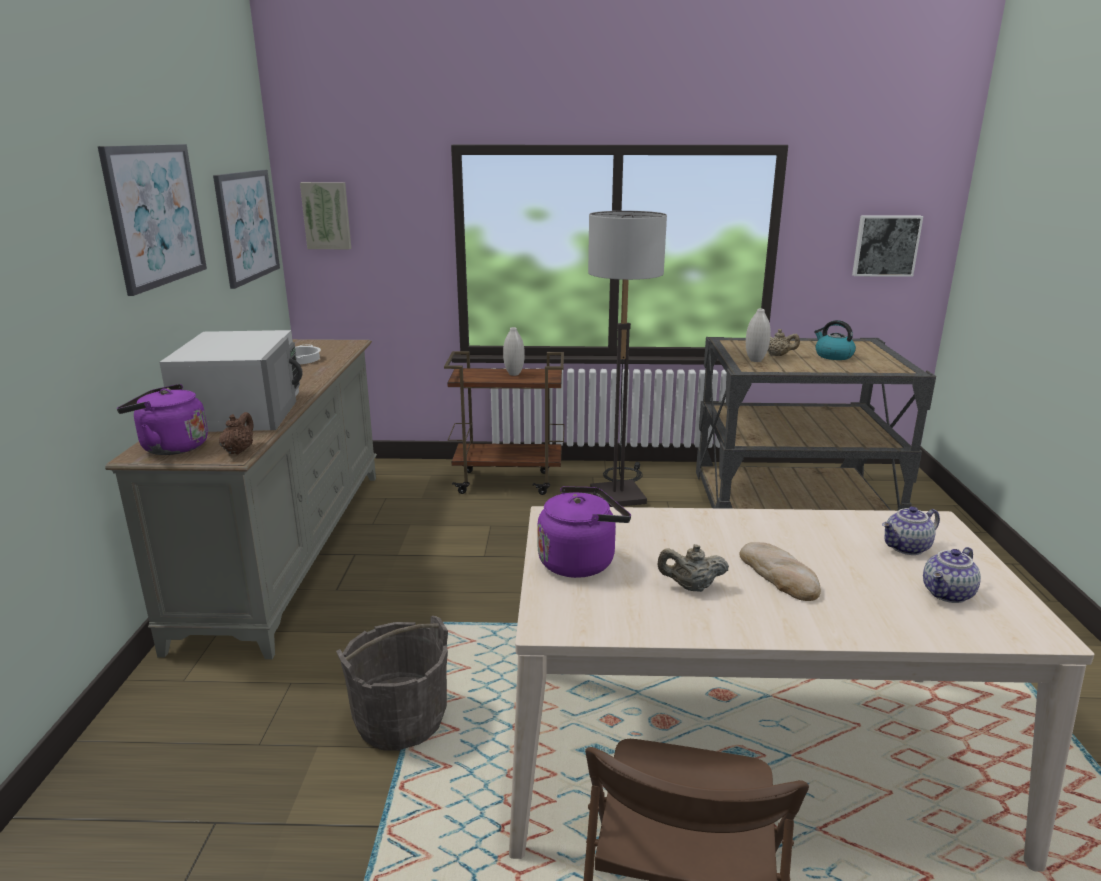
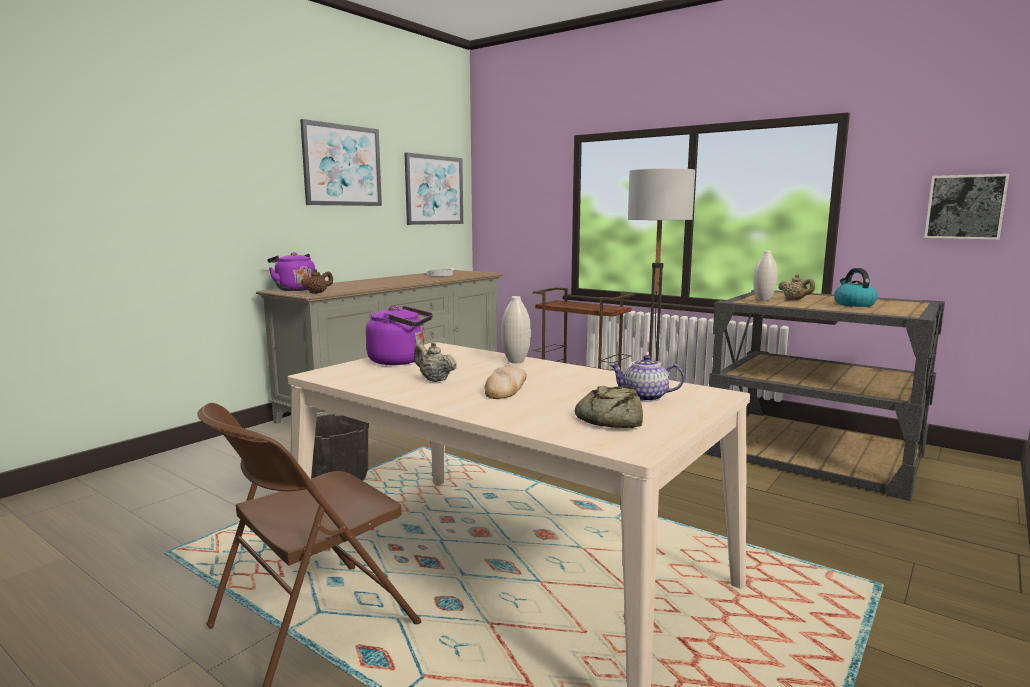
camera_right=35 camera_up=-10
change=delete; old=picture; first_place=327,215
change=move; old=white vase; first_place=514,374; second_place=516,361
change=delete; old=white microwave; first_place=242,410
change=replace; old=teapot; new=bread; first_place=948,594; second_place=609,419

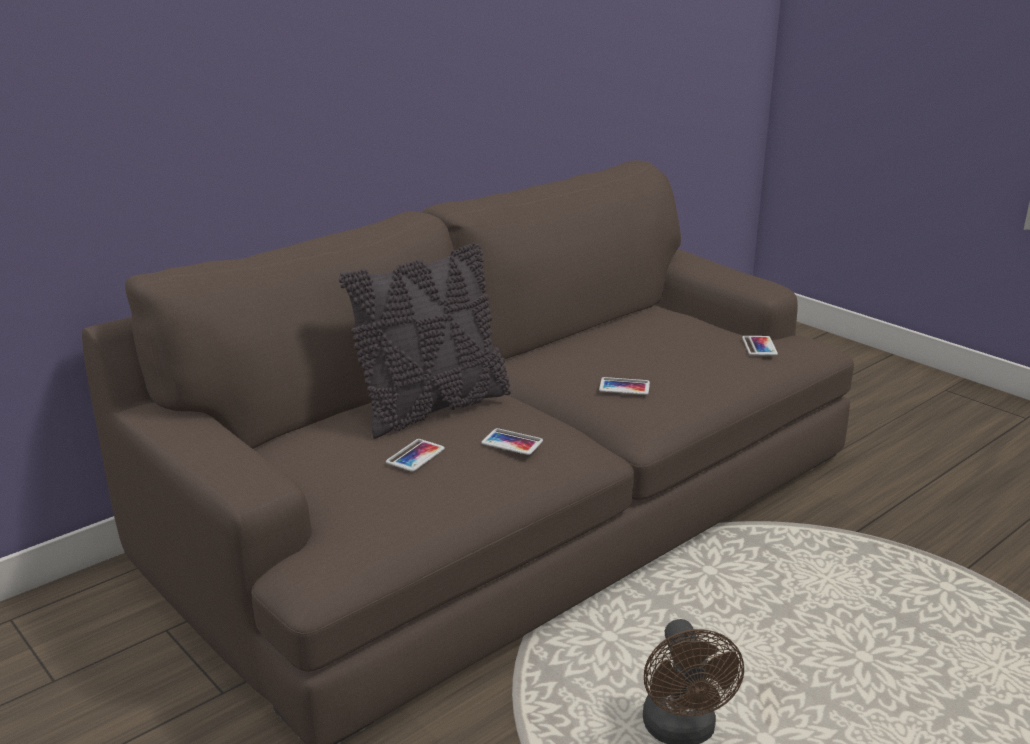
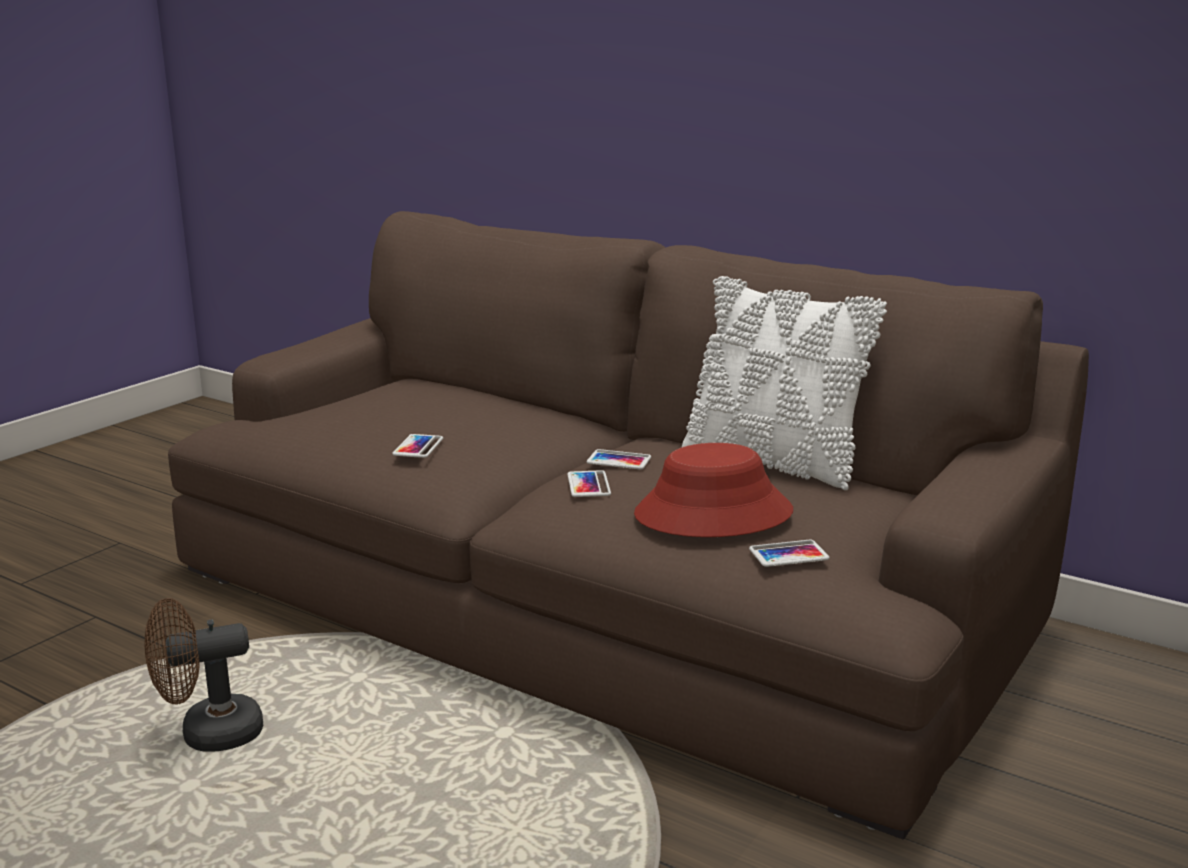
camera_right=75 camera_up=-5
change=delete; old=black pillow; first_place=432,407
change=move; old=phone; first_place=415,456; second_place=619,460
change=insert; new=white pillow; second_place=773,463
change=insert; new=red hat; second_place=713,514

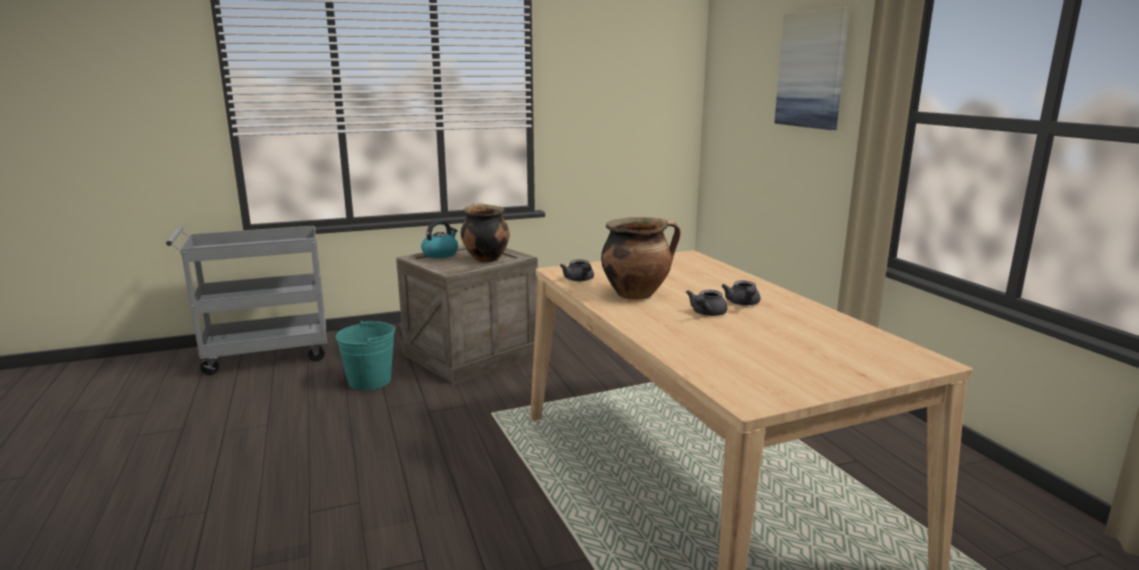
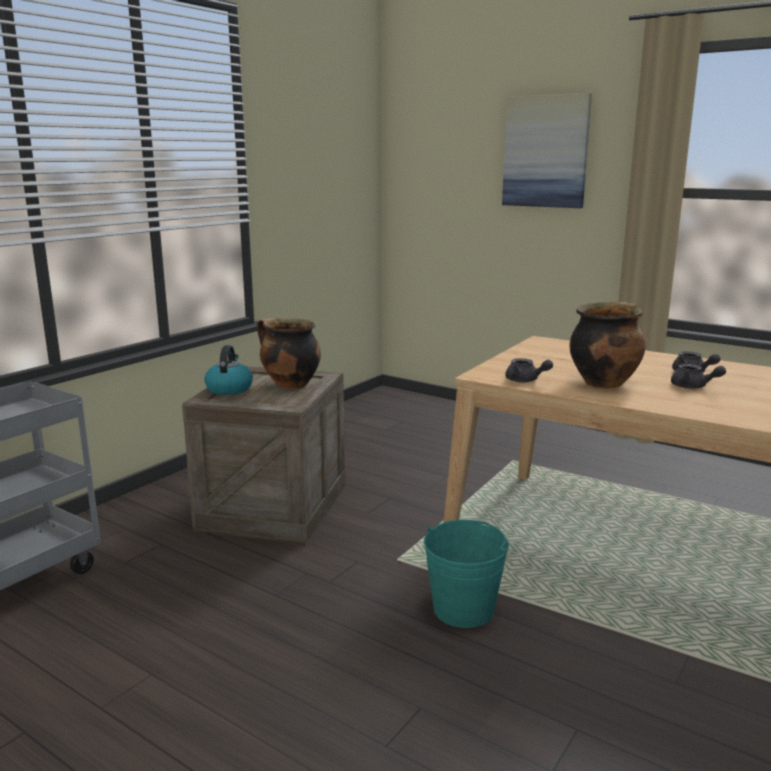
camera_right=-35 camera_up=0
change=rotate; old=grey teapot; first_place=706,314; second_place=693,387; degrees=-45
change=move; old=turquoise bucket; first_place=370,381; second_place=463,609

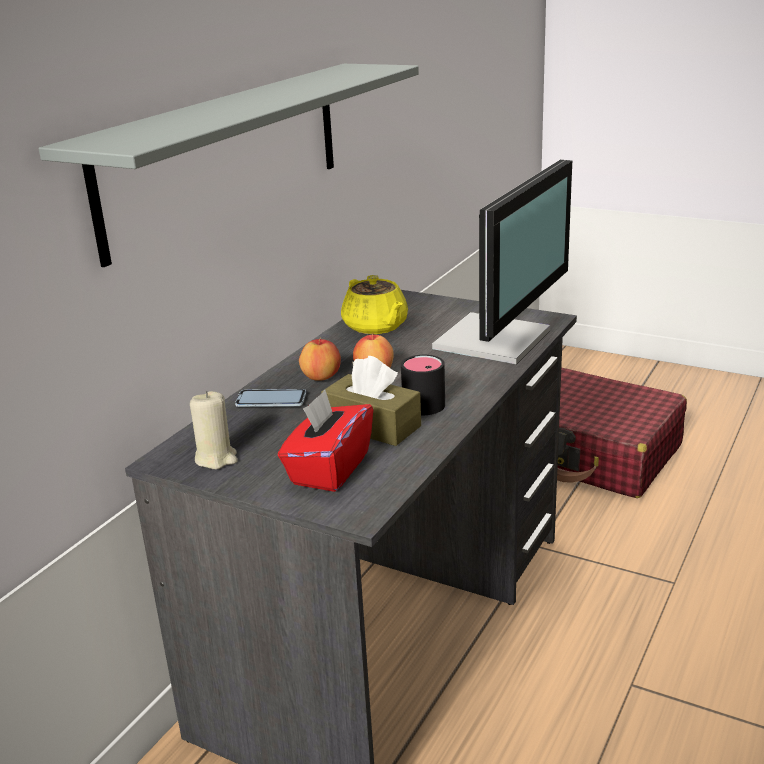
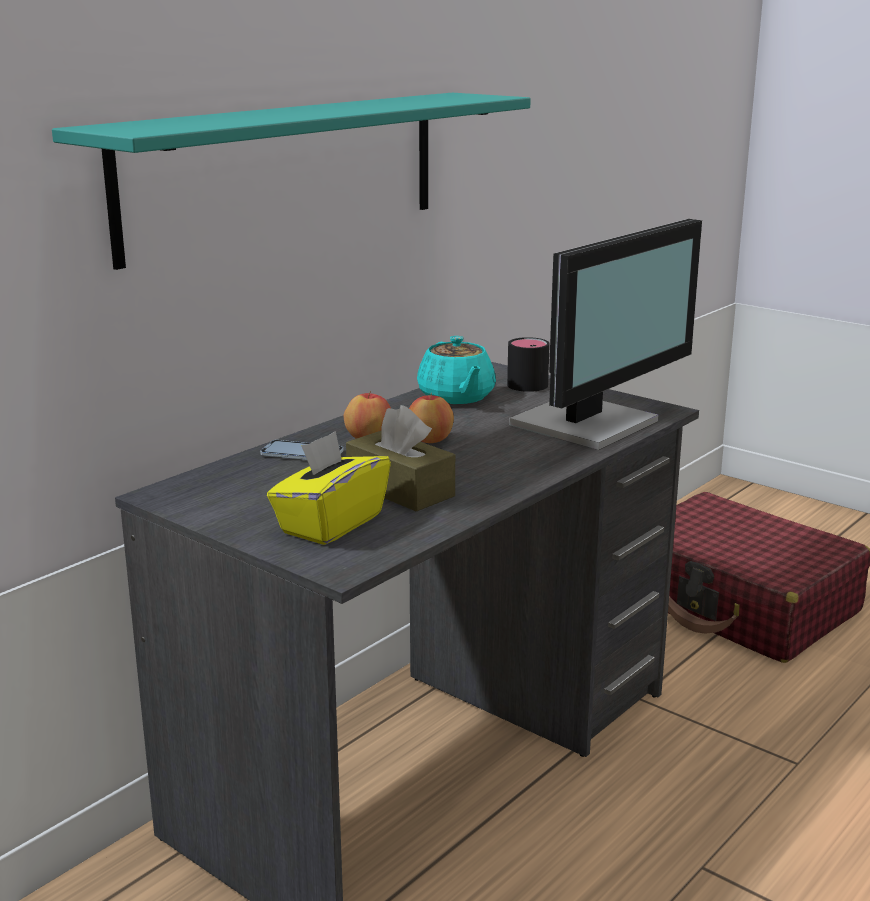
camera_right=10 camera_up=-5
change=recolor; old=grey shelf; new=turquoise shelf; first_place=227,154; second_place=286,172
change=recolor; old=yellow teapot; new=turquoise teapot; first_place=376,326; second_place=456,397
change=move; old=black mug; first_place=421,400; second_place=526,382
change=recolor; old=red tissue box; new=yellow tissue box; first_place=329,469; second_place=330,524
change=delete; old=beige candle; first_place=216,458

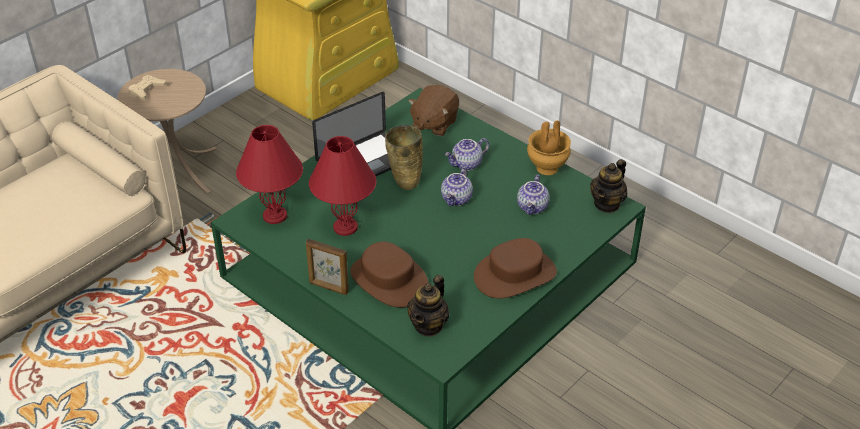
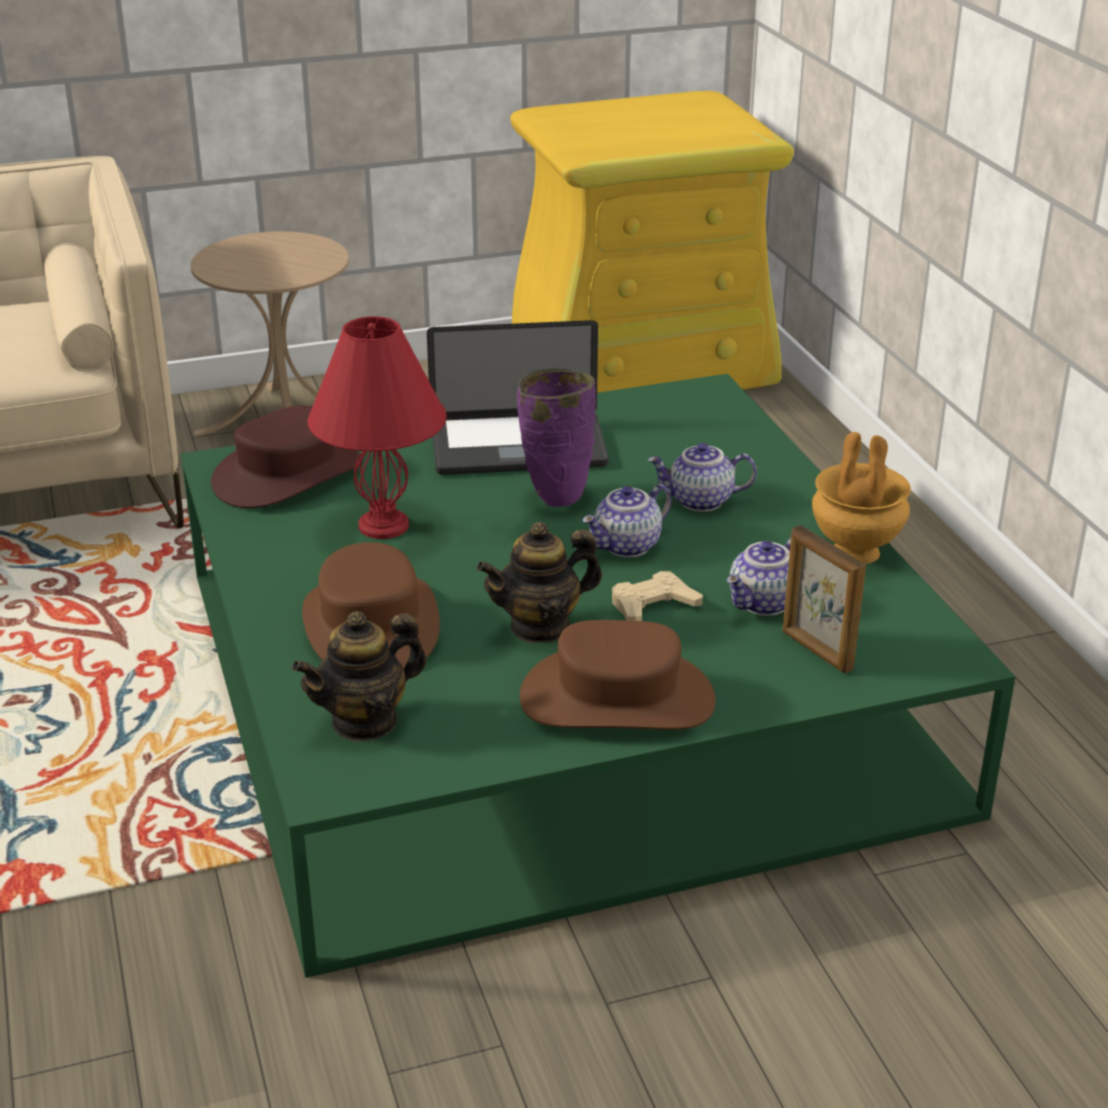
camera_right=30 camera_up=-10
change=move; old=beige game controller; first_place=147,90; second_place=653,605
change=delete; old=brown plush toy; first_place=434,124
change=replace; old=red table lamp; new=brown hat; first_place=275,215; second_place=288,474
change=recolor; old=beige vase; new=purple vase; first_place=405,183; second_place=557,495
change=move; old=teapot; first_place=607,204; second_place=540,626
change=move; old=picture frame; first_place=328,287; second_place=816,651

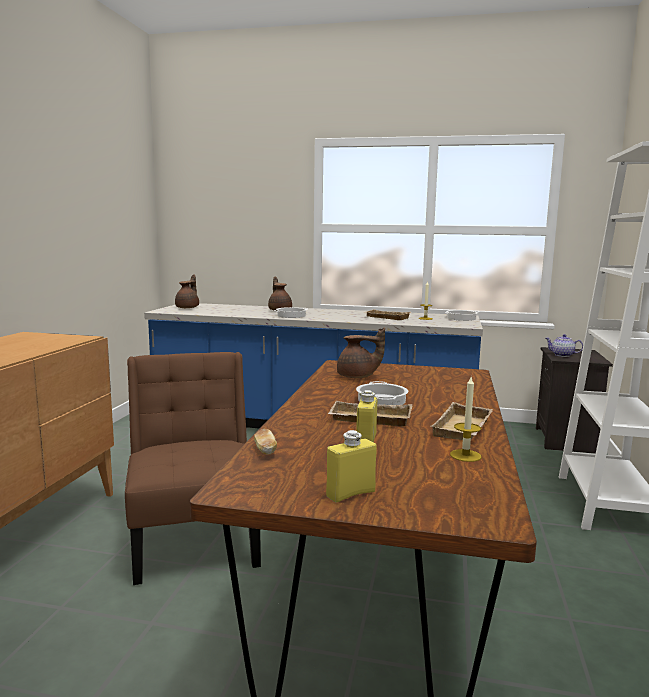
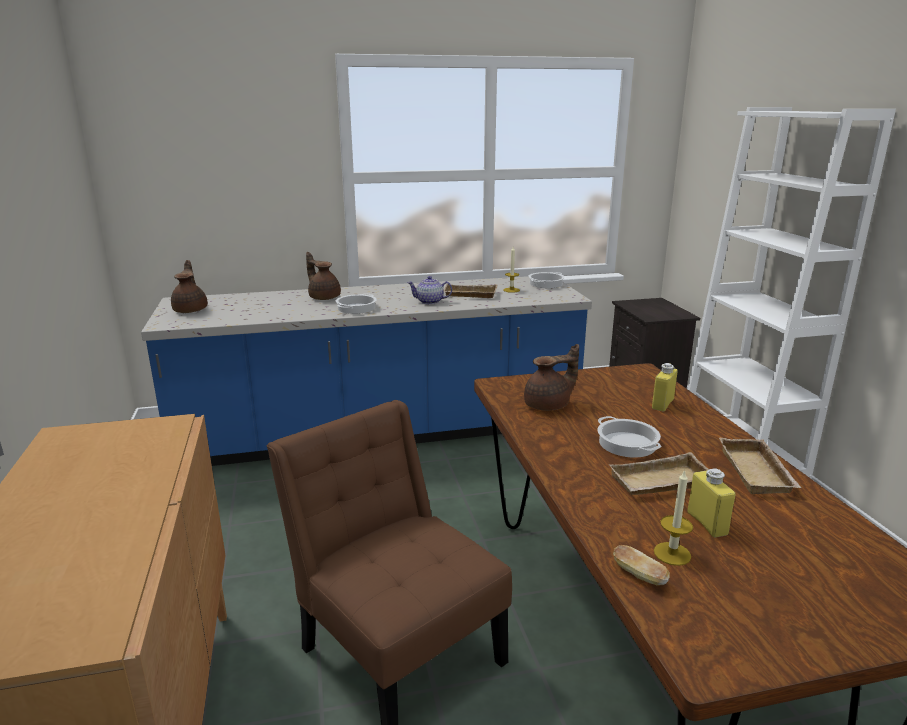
camera_right=-25 camera_up=10
change=move; old=teapot; first_place=562,355; second_place=430,302
change=move; old=candle; first_place=465,455; second_place=672,554
change=move; old=yellow bottle; first_place=350,494; second_place=662,404

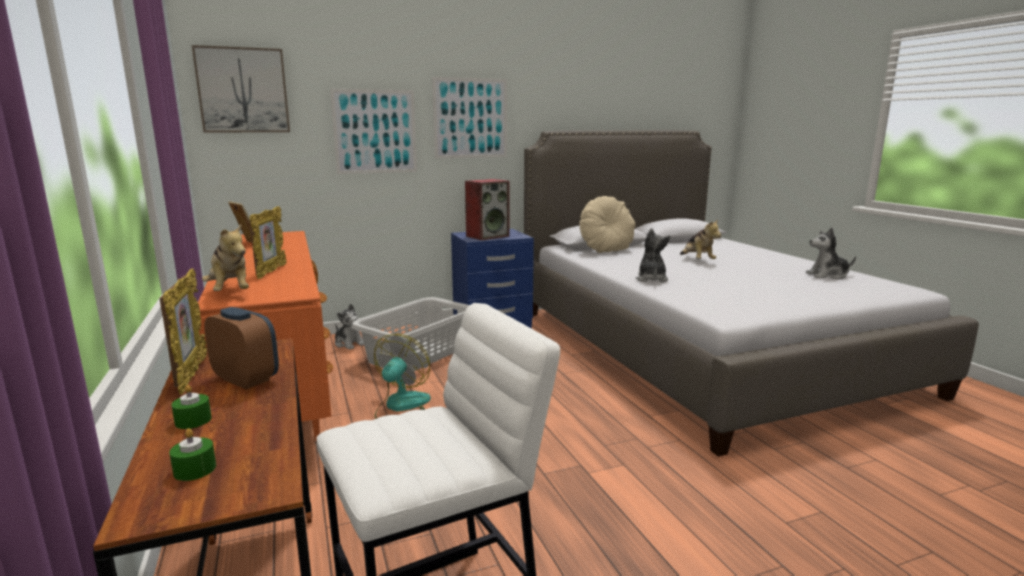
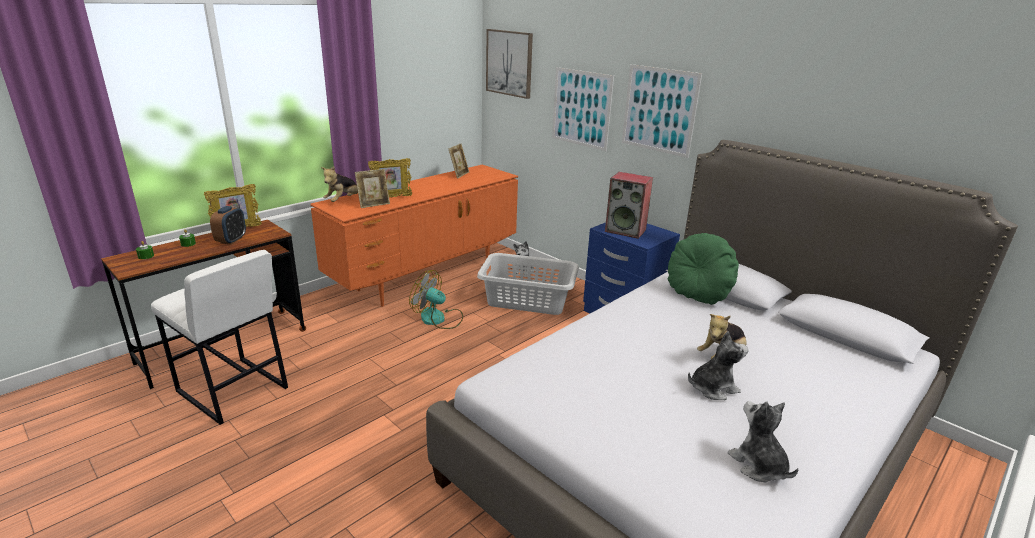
camera_right=65 camera_up=10
change=recolor; old=beige pillow; new=green pillow; first_place=606,251; second_place=697,296
change=move; old=plush toy; first_place=651,279; second_place=712,388
change=rotate; old=fan; first_place=402,407; second_place=438,319; degrees=-150
change=insert; new=picture frame; second_place=373,204

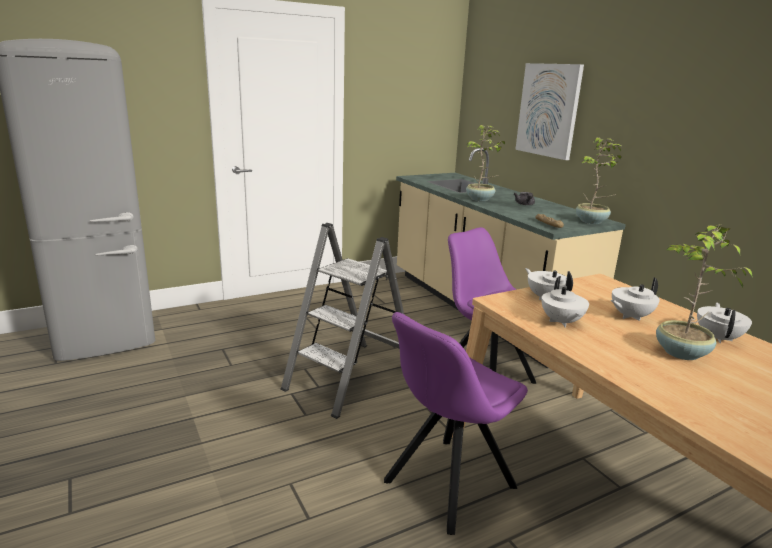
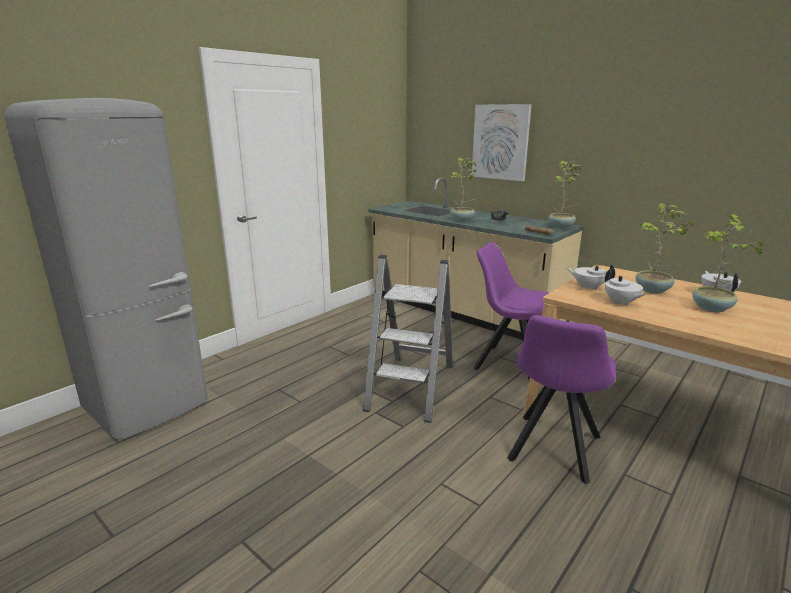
camera_right=-20 camera_up=0
change=replace; old=white teapot; new=potted plant; first_place=630,316; second_place=653,290

